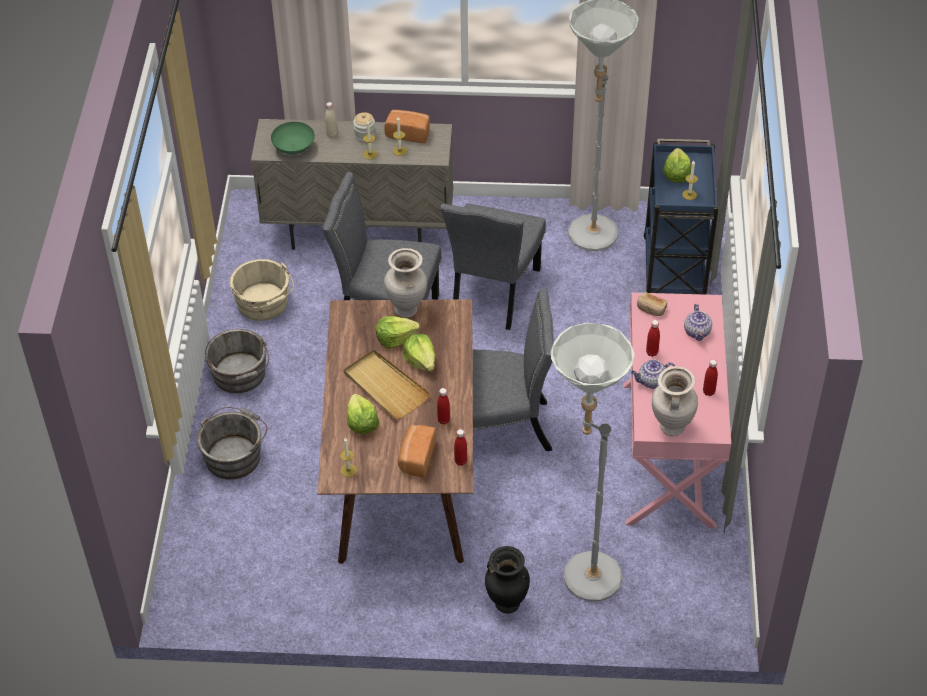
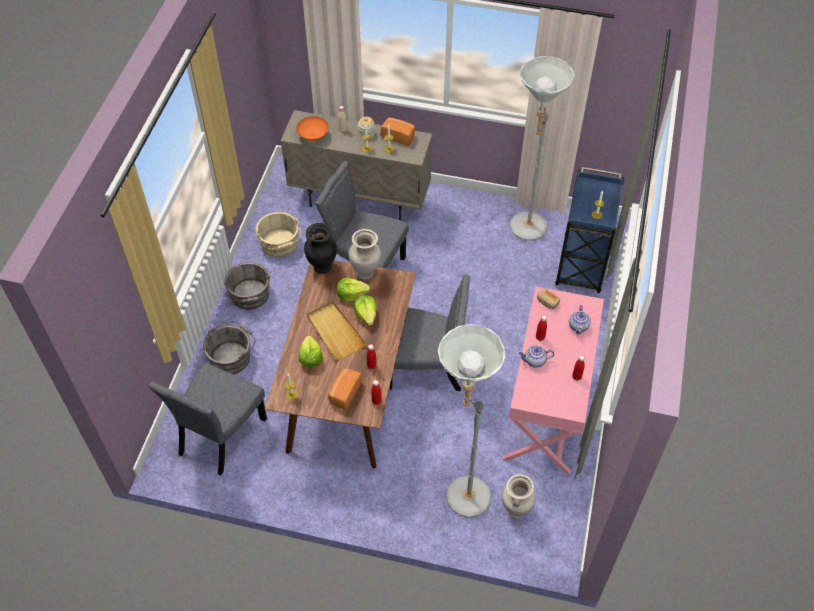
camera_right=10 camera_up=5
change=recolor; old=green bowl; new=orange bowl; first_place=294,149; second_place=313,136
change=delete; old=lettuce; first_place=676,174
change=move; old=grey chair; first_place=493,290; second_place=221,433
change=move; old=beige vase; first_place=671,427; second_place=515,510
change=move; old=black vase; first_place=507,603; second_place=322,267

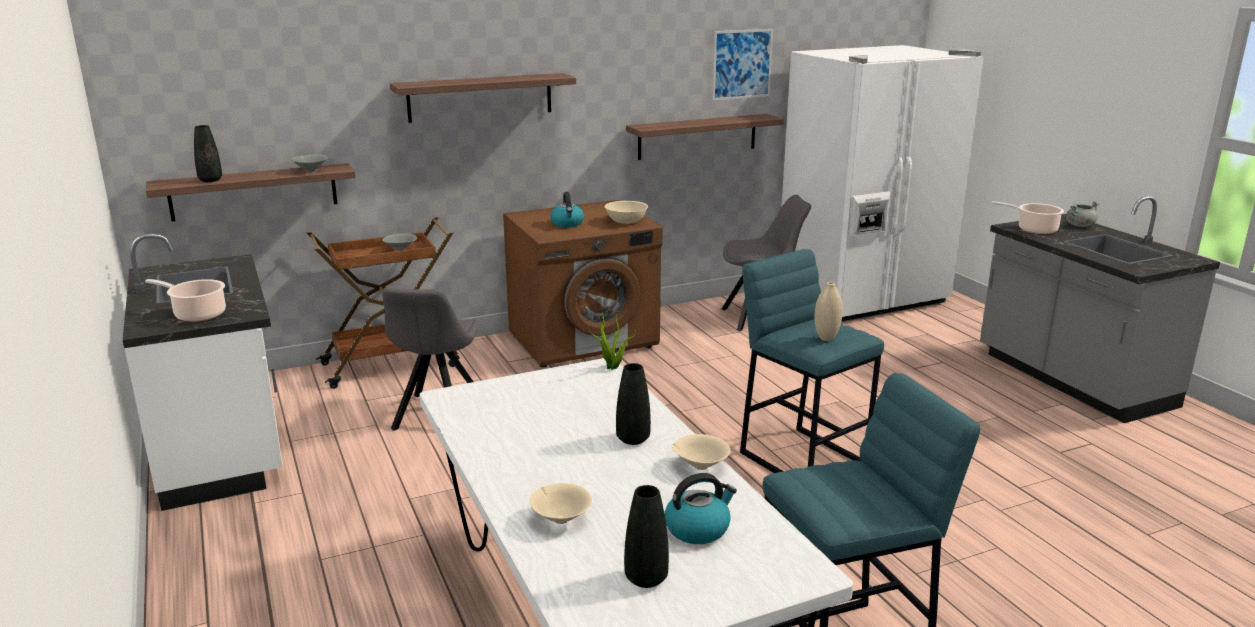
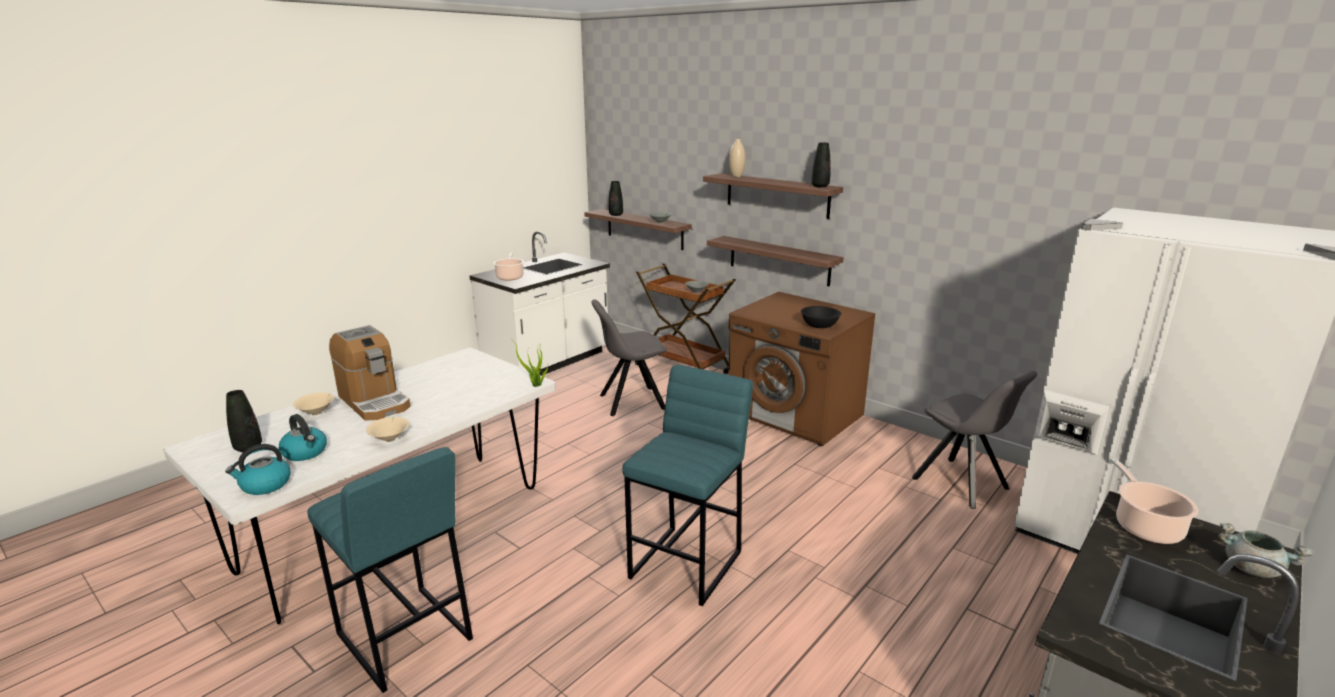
camera_right=65 camera_up=0
change=delete; old=picture; first_place=742,64
change=move; old=shelf; first_place=697,136; second_place=779,260
change=move; old=kettle; first_place=567,223; second_place=265,485
change=recolor; old=beige bowl; new=black bowl; first_place=626,221; second_place=819,325
change=move; old=beige vase; first_place=826,338; second_place=736,176
change=move; old=black vase; first_place=633,439; second_place=820,186
change=insert; new=coffee machine; second_place=374,401

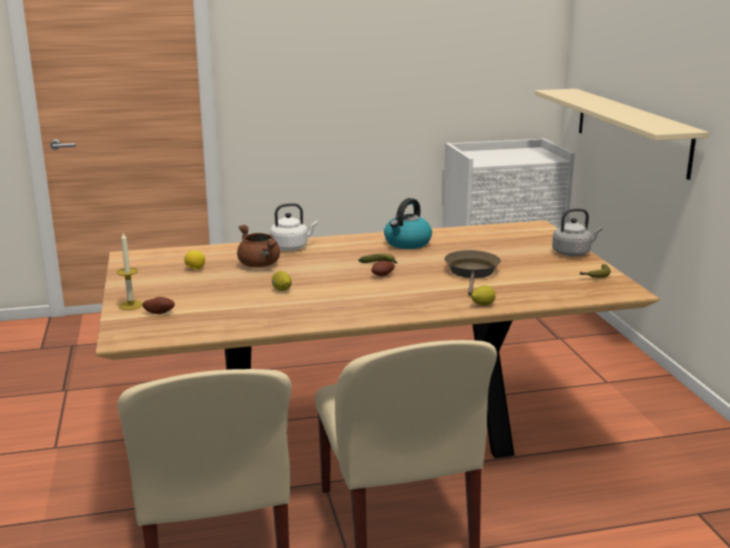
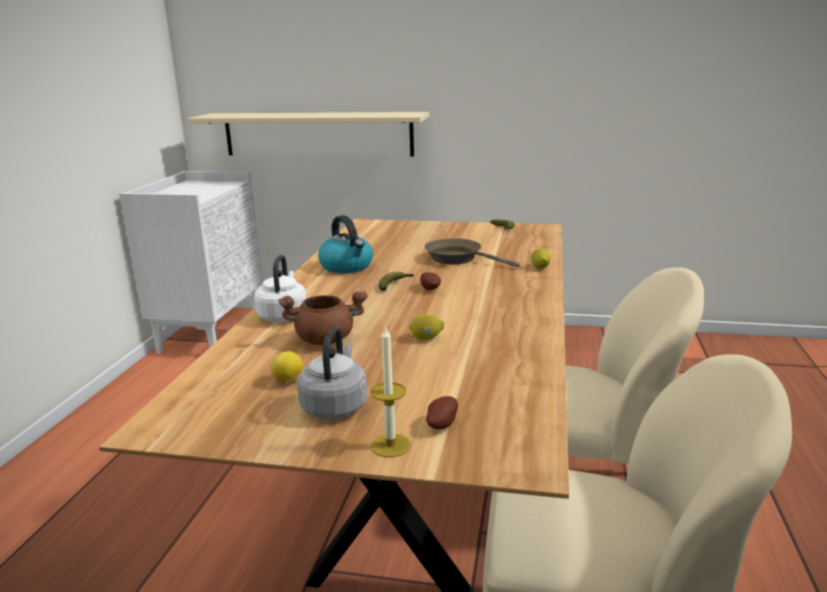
camera_right=-65 camera_up=0
change=move; old=grey kettle; first_place=573,253; second_place=335,406

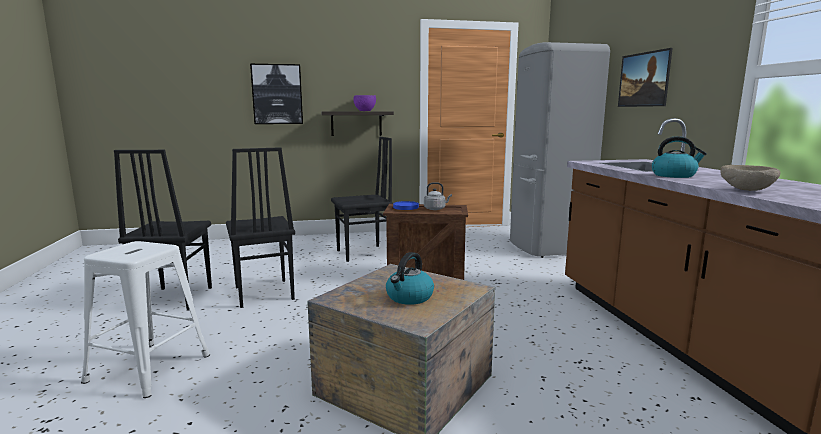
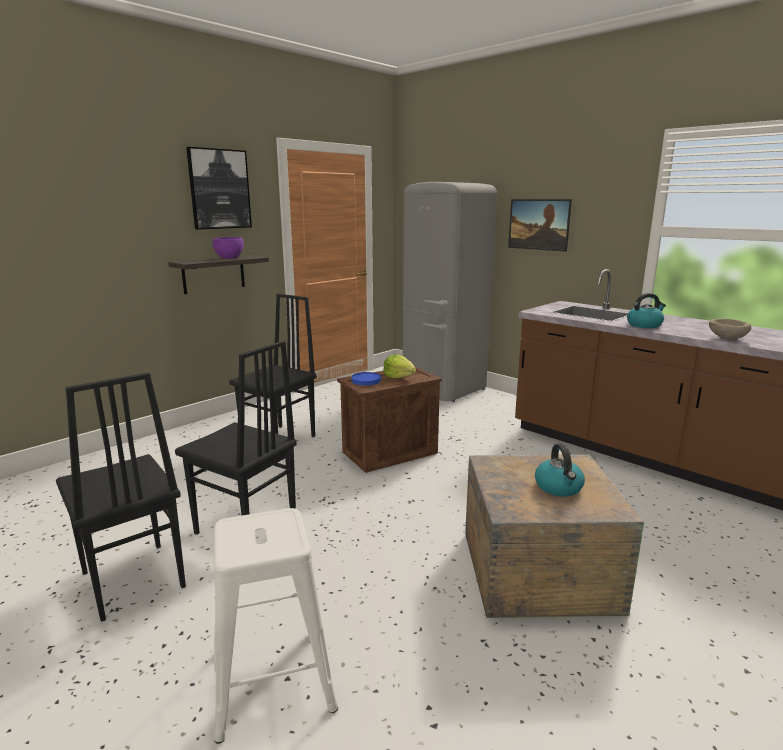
camera_right=-35 camera_up=5
change=move; old=picture; first_place=277,94; second_place=219,189
change=replace; old=grey kettle; new=lettuce; first_place=435,209; second_place=399,377

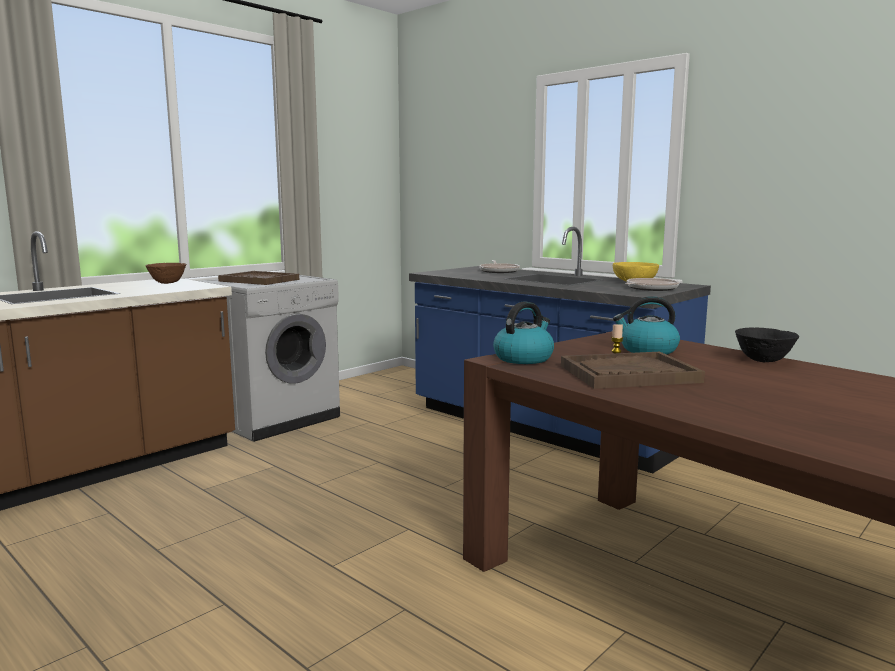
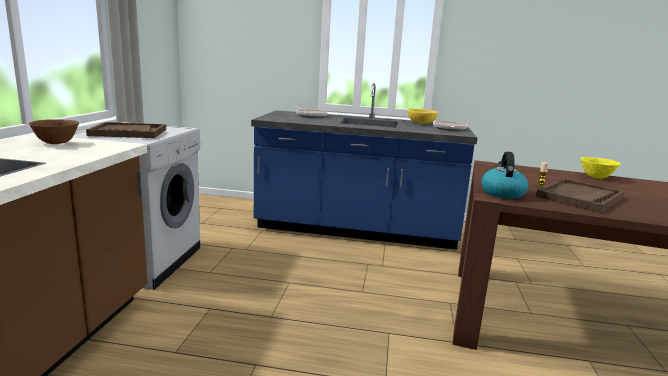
camera_right=-35 camera_up=5
change=delete; old=kettle; first_place=647,350
change=recolor; old=black bowl; new=yellow bowl; first_place=763,361; second_place=596,177

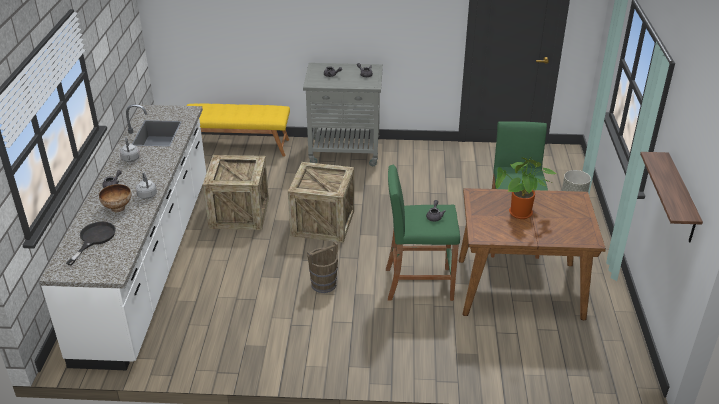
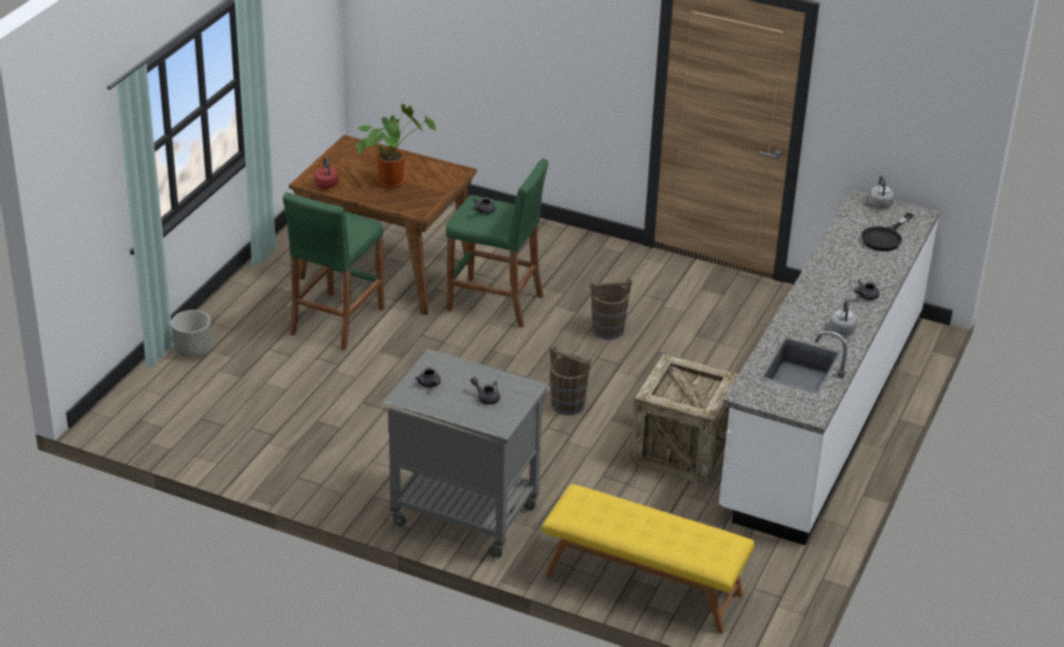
camera_right=-160 camera_up=0
change=delete; old=shelf; first_place=681,199
change=replace; old=crate; new=brown bucket; first_place=323,223; second_place=568,405
change=move; old=grey kettle; first_place=147,194; second_place=880,205
change=delete; old=bowl; first_place=117,208
change=insert; new=red kettle; second_place=326,184

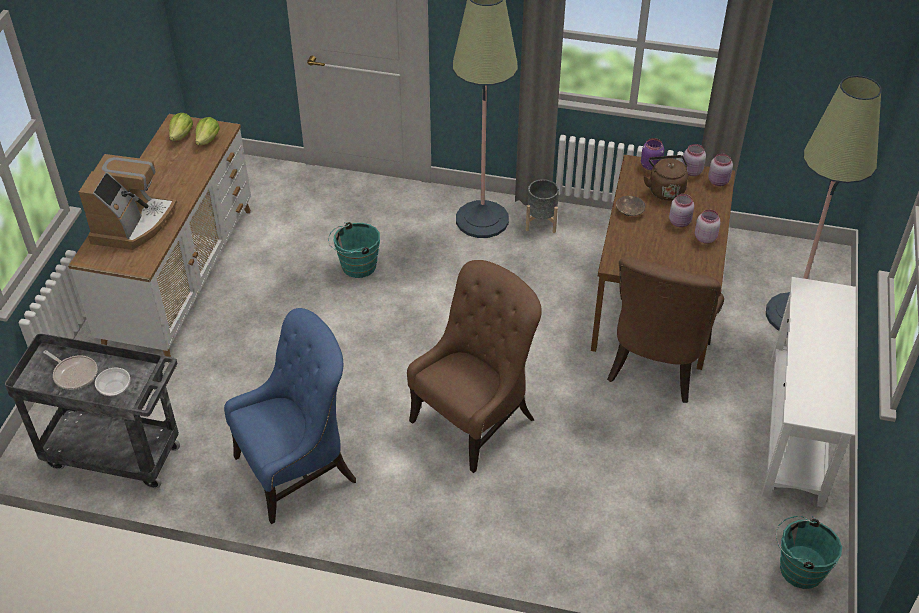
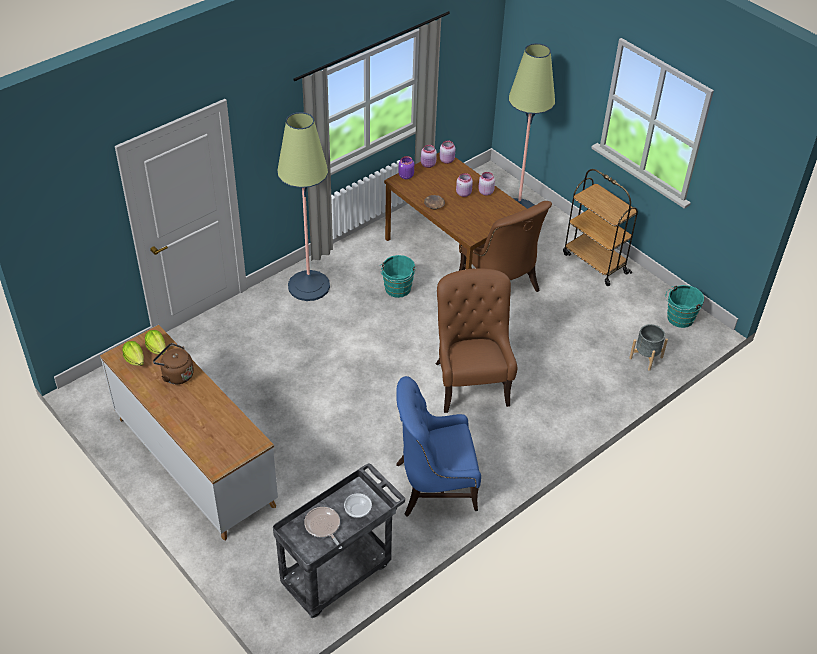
camera_right=-55 camera_up=0
change=delete; old=coffee machine; first_place=133,224
change=move; old=brown kettle; first_place=665,189; second_place=176,374
change=move; old=grey planter; first_place=541,222; second_place=646,358
change=move; old=turquoise bucket; first_place=356,266; second_place=397,290
change=replace; old=white console table; new=brown cart; first_place=796,430; second_place=594,263
change=rotate; old=blue chair; first_place=297,469; second_place=434,485; degrees=-105
change=rotate; old=frying pan; first_place=74,374; second_place=323,526; degrees=-105

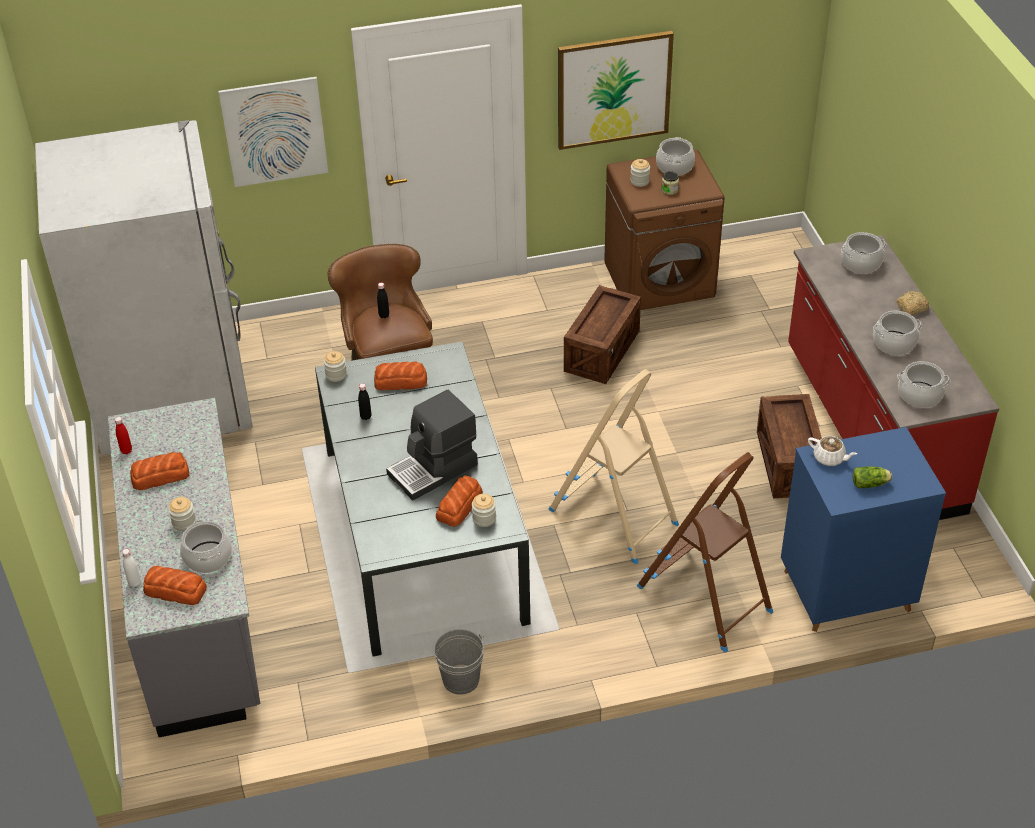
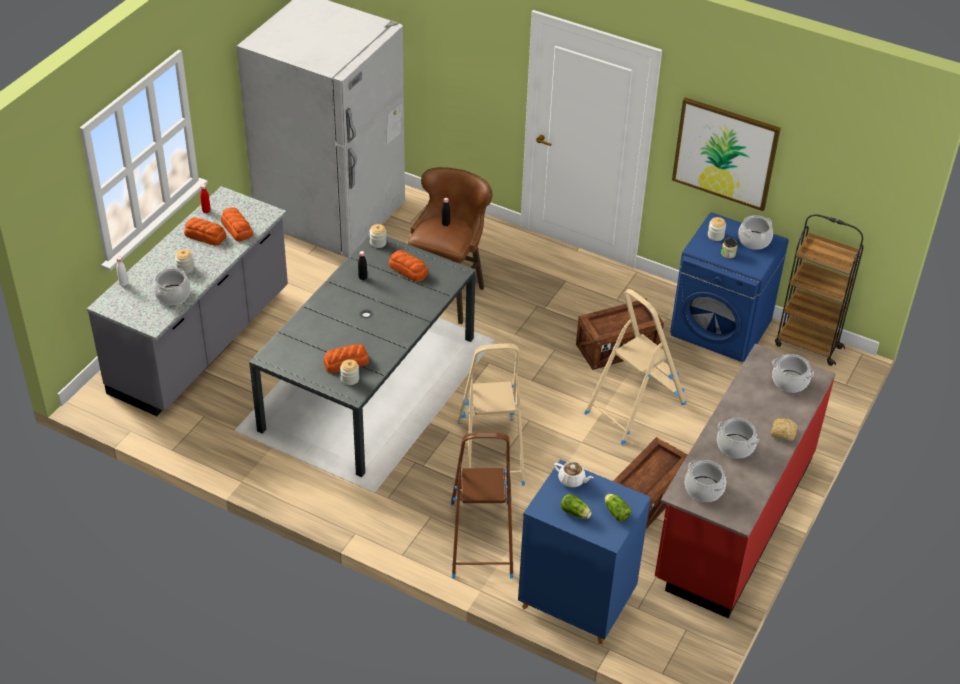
camera_right=40 camera_up=0
change=delete; old=picture; first_place=274,131
change=recolor; old=brown washing machine; new=blue washing machine; first_place=662,280; second_place=720,328
change=delete; old=coffee machine; first_place=434,470
change=rotate; old=white teapot; first_place=829,458; second_place=572,480; degrees=-45
change=move; old=bread; first_place=175,590; second_place=237,228
change=delete; old=grey bucket; first_place=460,679
change=insert; new=brown cart; second_place=807,346
change=insert; new=beige step ladder; second_place=636,407
change=insert; new=lettuce; second_place=615,511

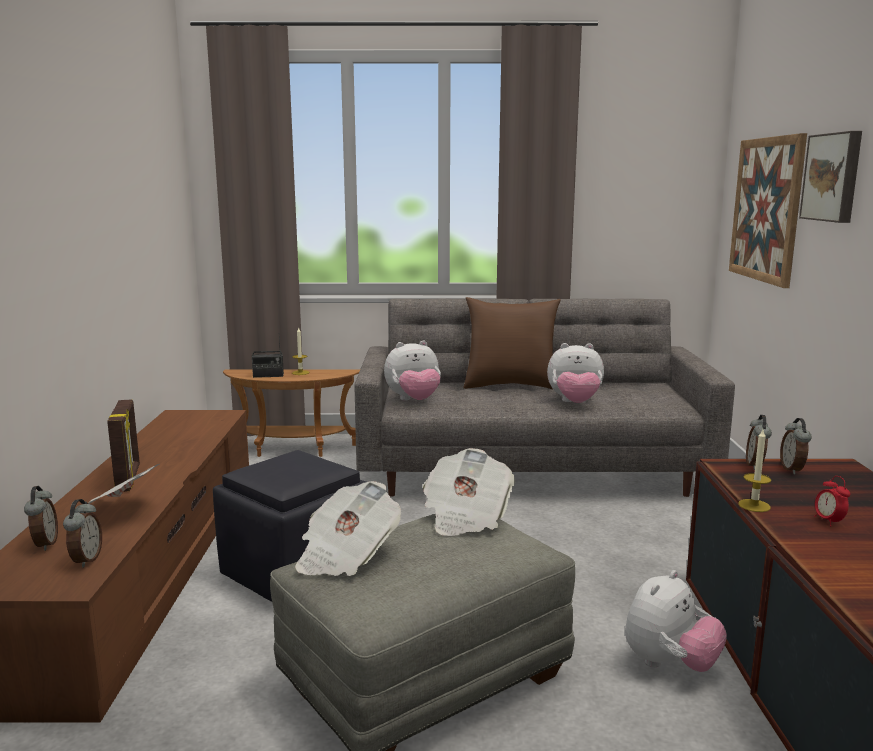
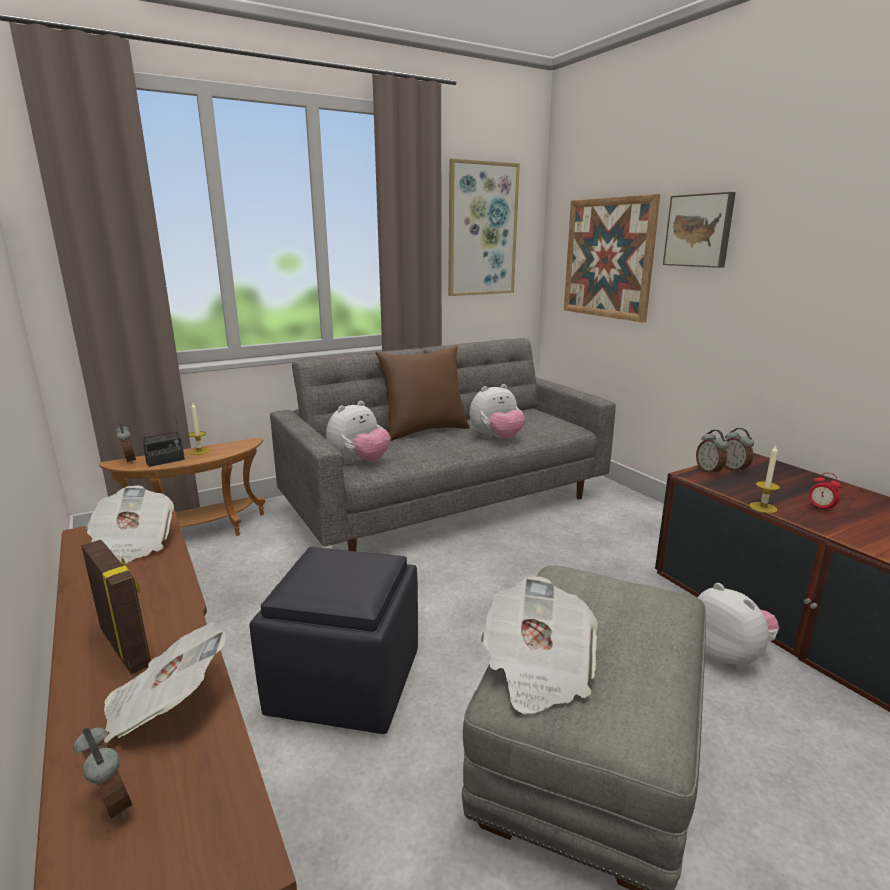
camera_right=-30 camera_up=5
change=move; old=newspaper; first_place=466,516; second_place=133,545
change=move; old=alarm clock; first_place=85,560; second_place=128,461
change=rotate; old=plush toy; first_place=669,664; second_place=729,655; degrees=-45
change=insert; new=picture; second_place=482,230

